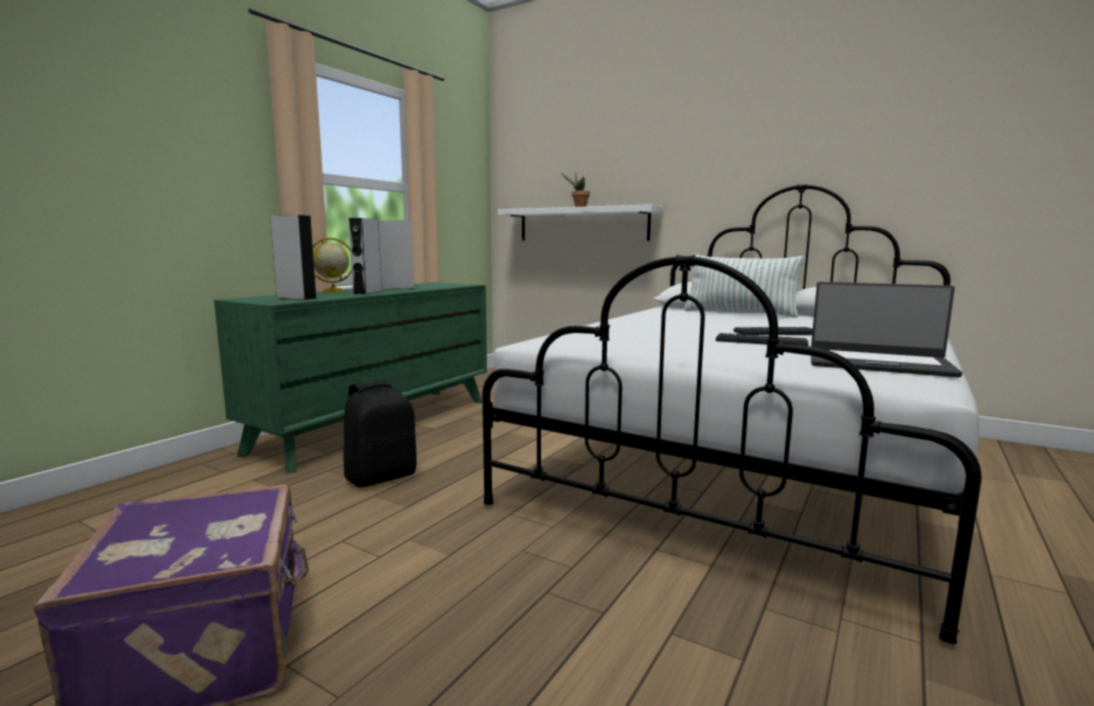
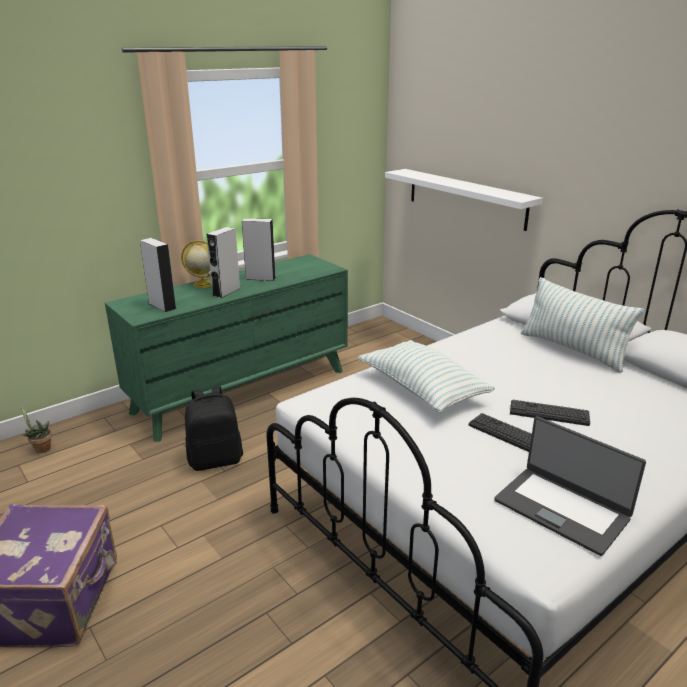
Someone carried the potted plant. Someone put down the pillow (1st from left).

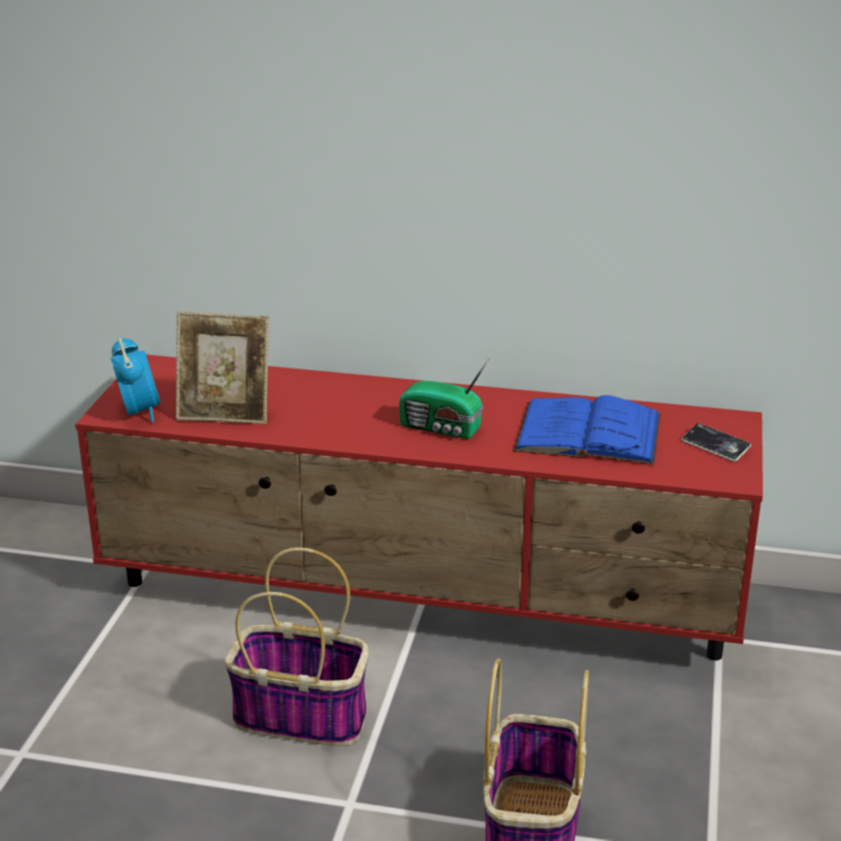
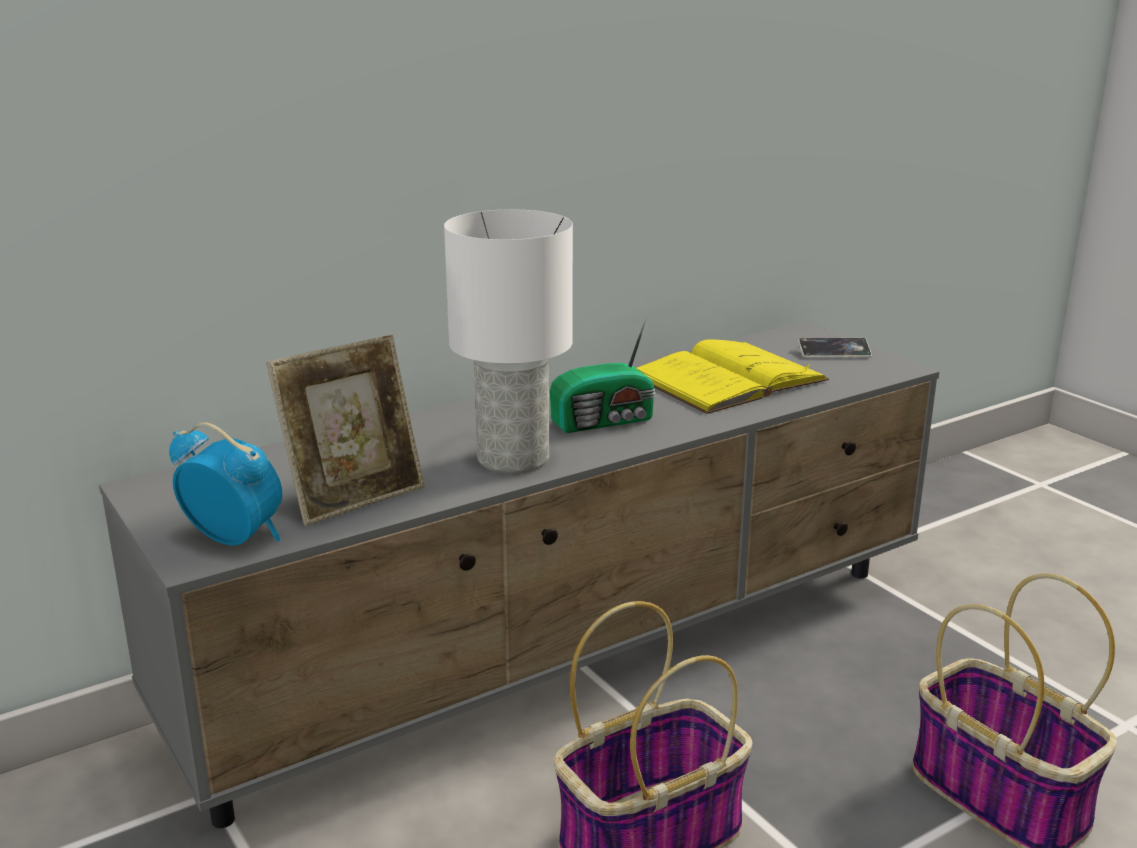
Someone repainted the red tv stand, which became the grey tv stand. Someone put down the white table lamp. Someone repainted the blue book, which became the yellow book.

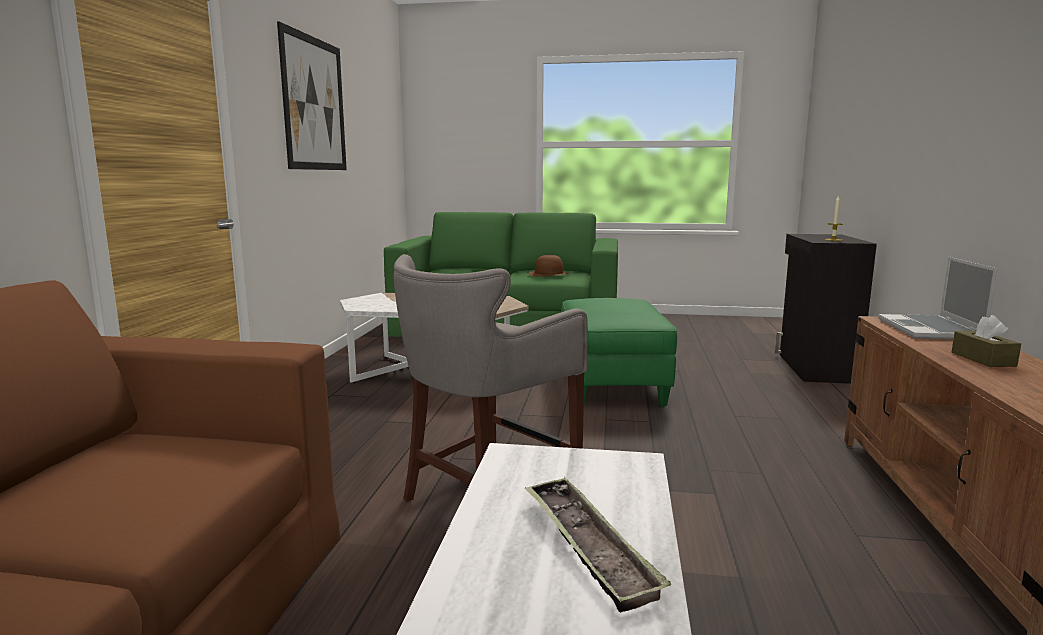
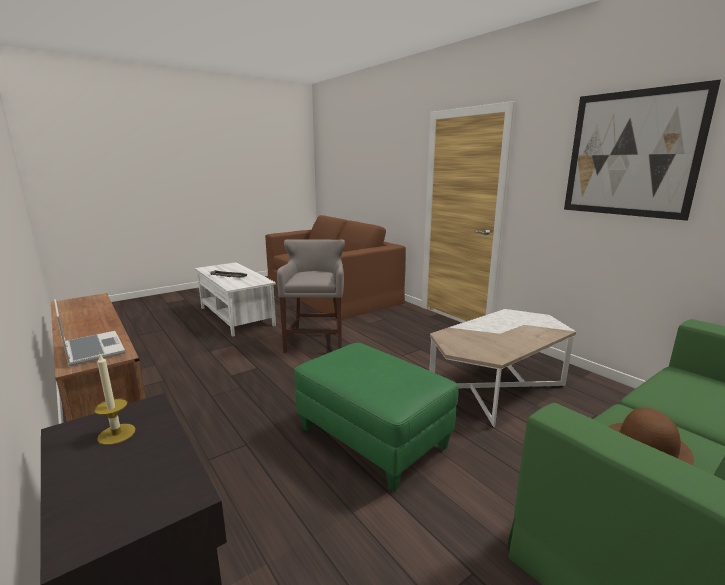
Someone took away the brown tissue box.

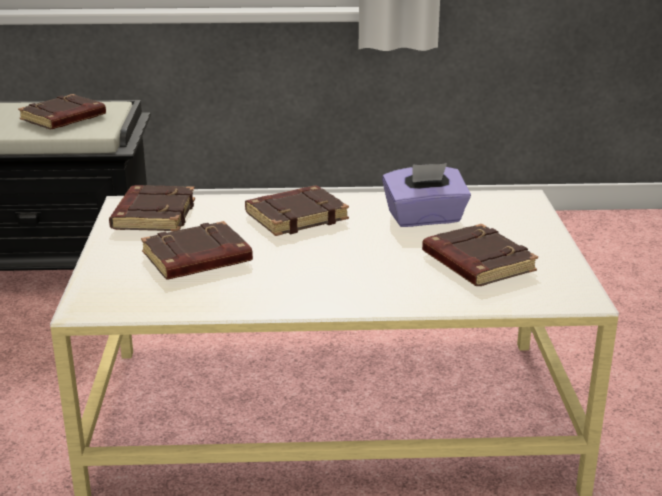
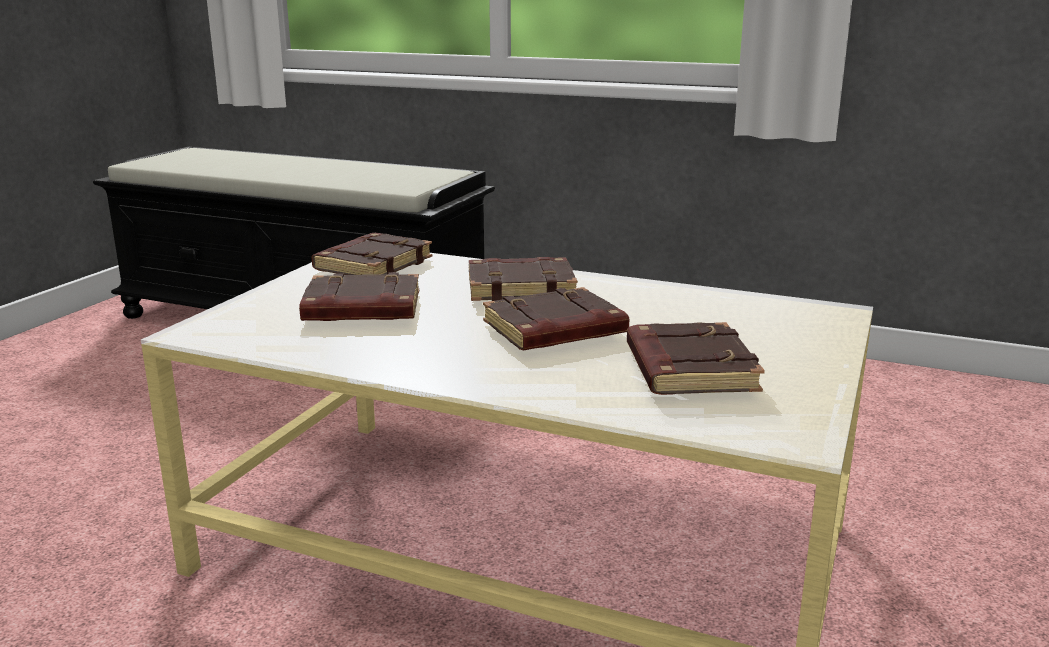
Someone carried the brown book (1st from left in the first image). Someone took away the purple tissue box.

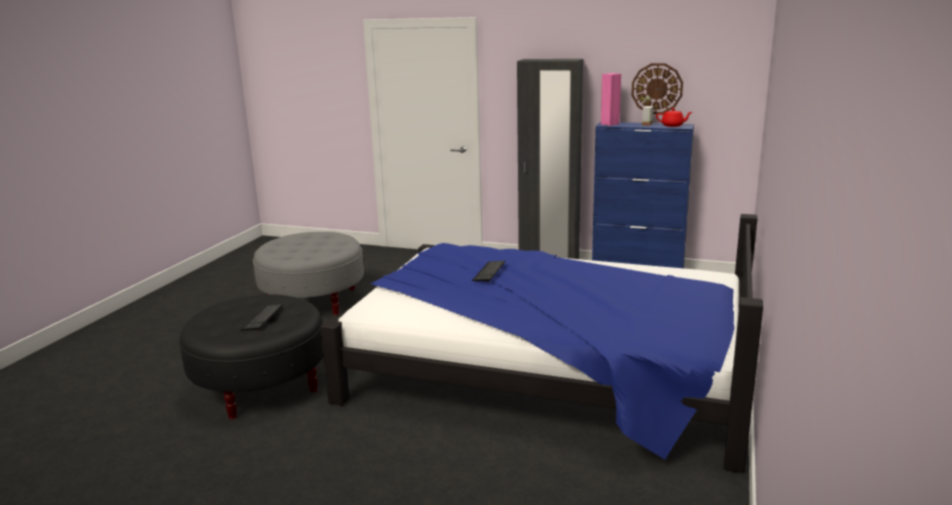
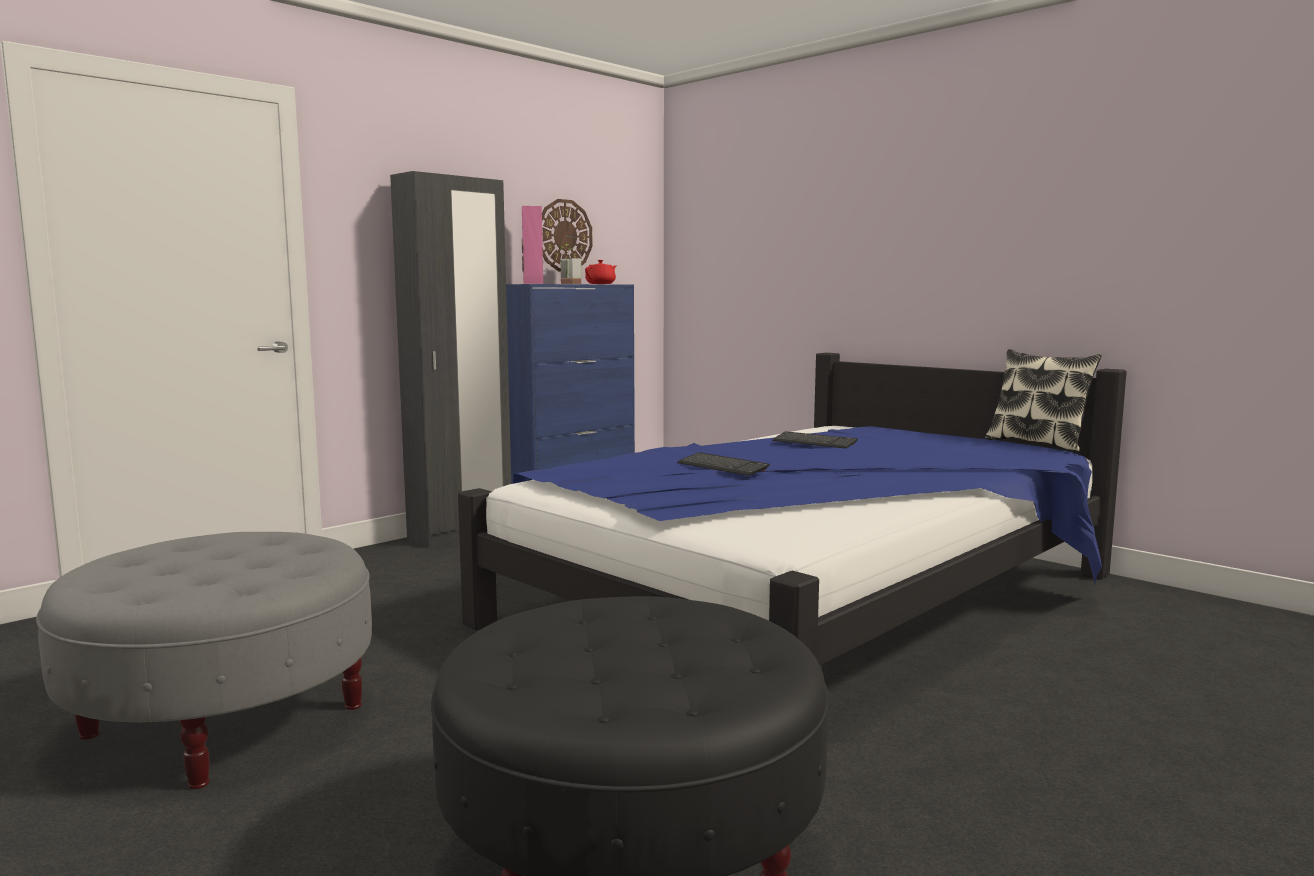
Someone carried the keyboard (1st from left in the first image). Someone put down the pillow.

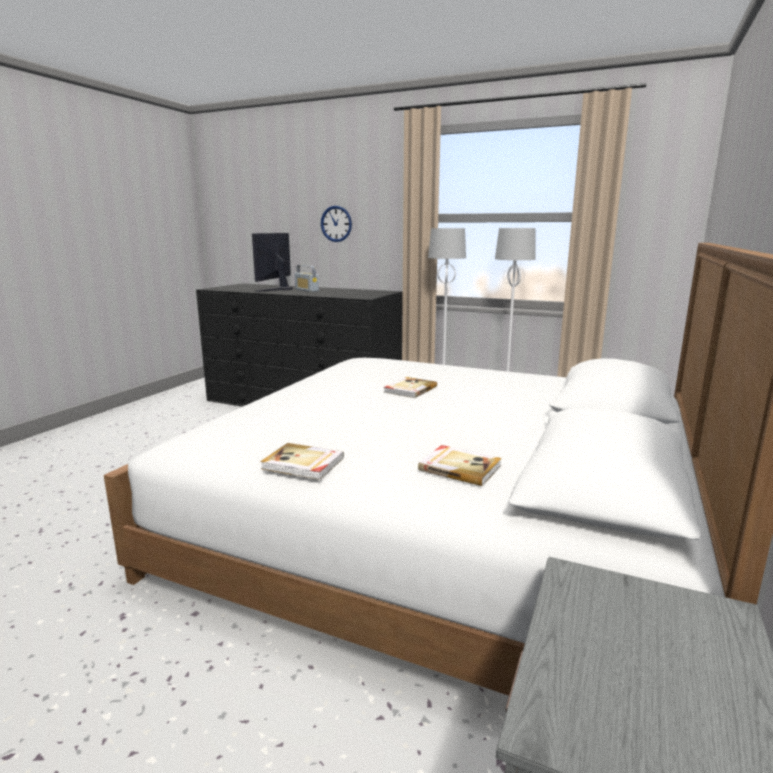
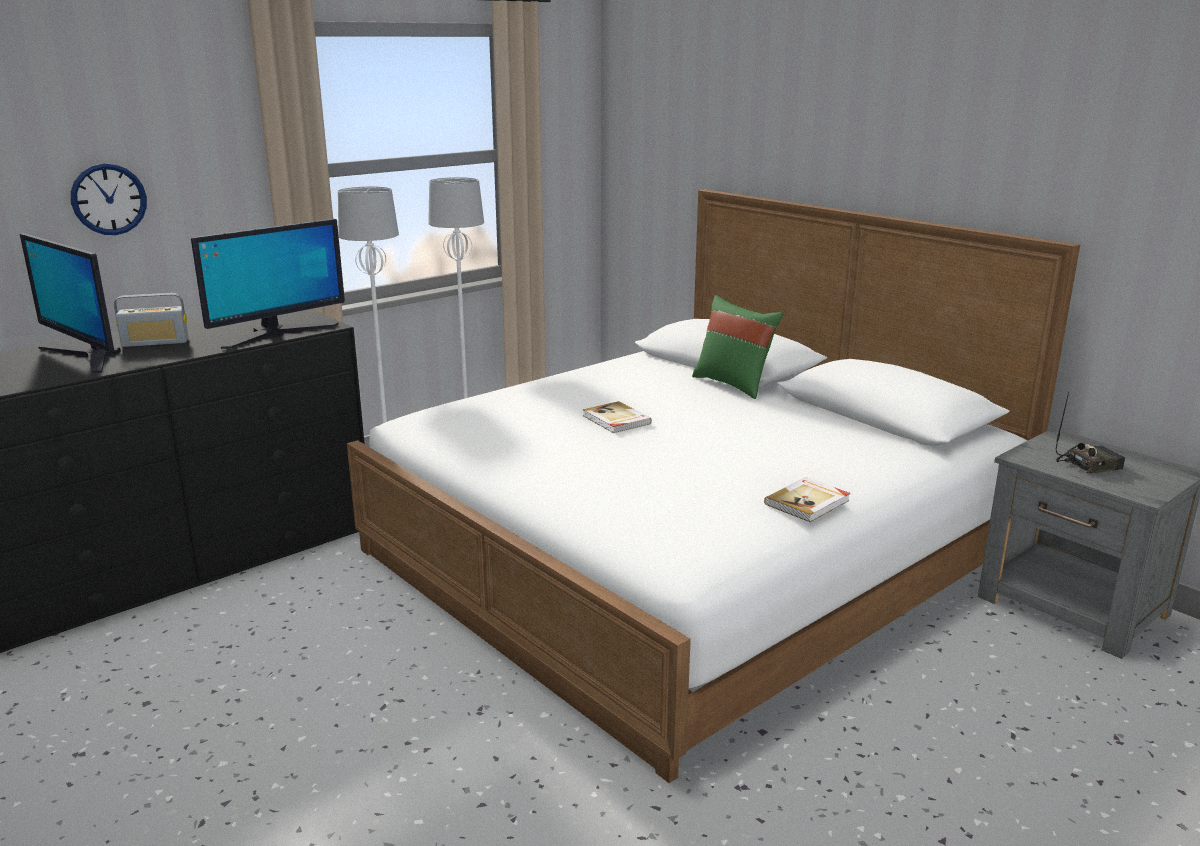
Someone put down the monitor (2nd from left). Someone put down the green pillow. Someone put down the radio (2nd from left). Someone took away the book (3rd from left).

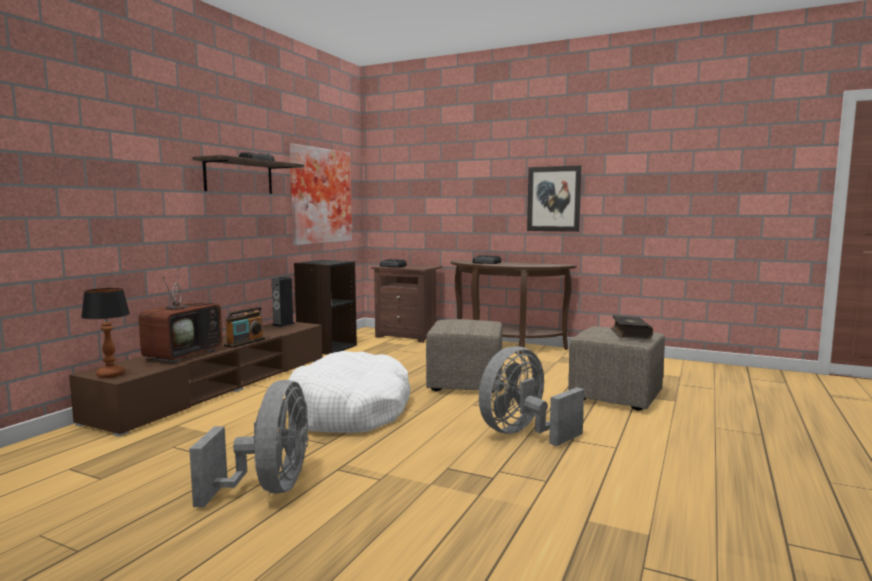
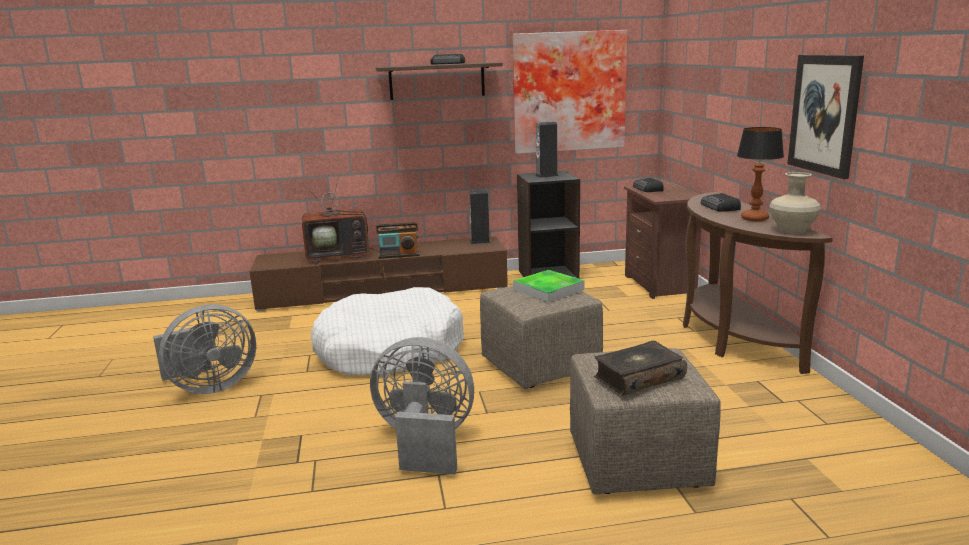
Someone put down the tray. Someone put down the speaker (2nd from left). Someone carried the table lamp. Someone put down the beige vase.

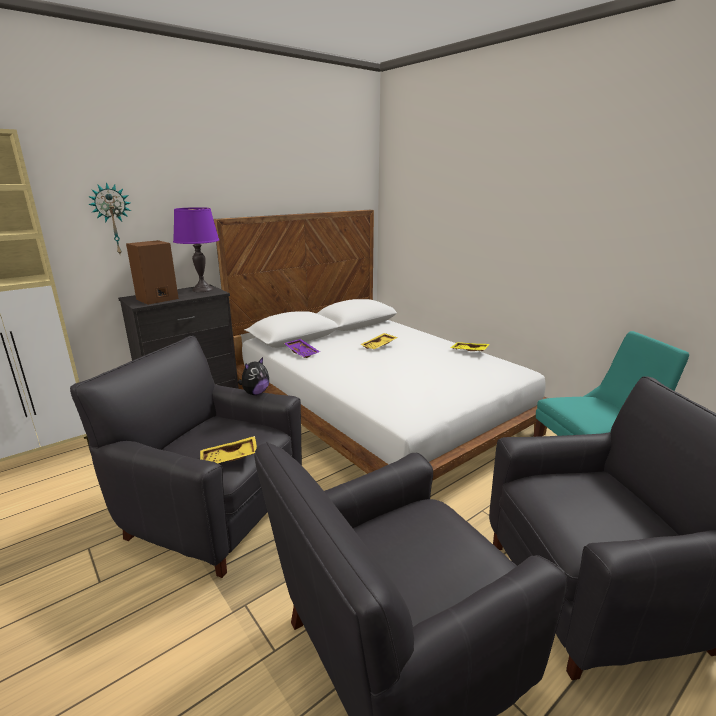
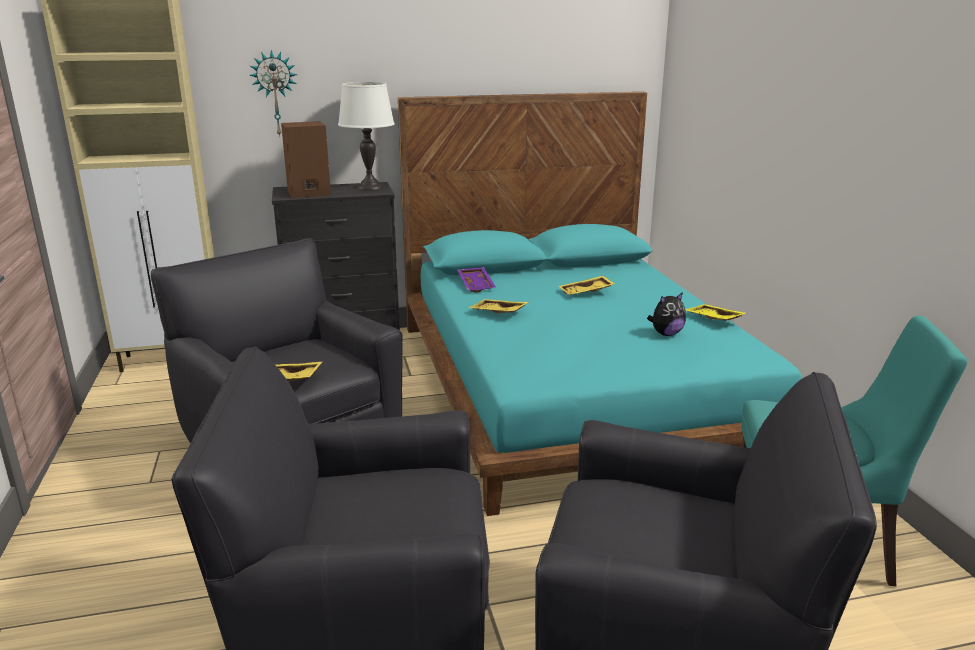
Someone repainted the purple table lamp, which became the white table lamp. Someone repainted the white bed, which became the turquoise bed. Someone put down the yellow tray (2nd from left). Someone carried the plush toy.

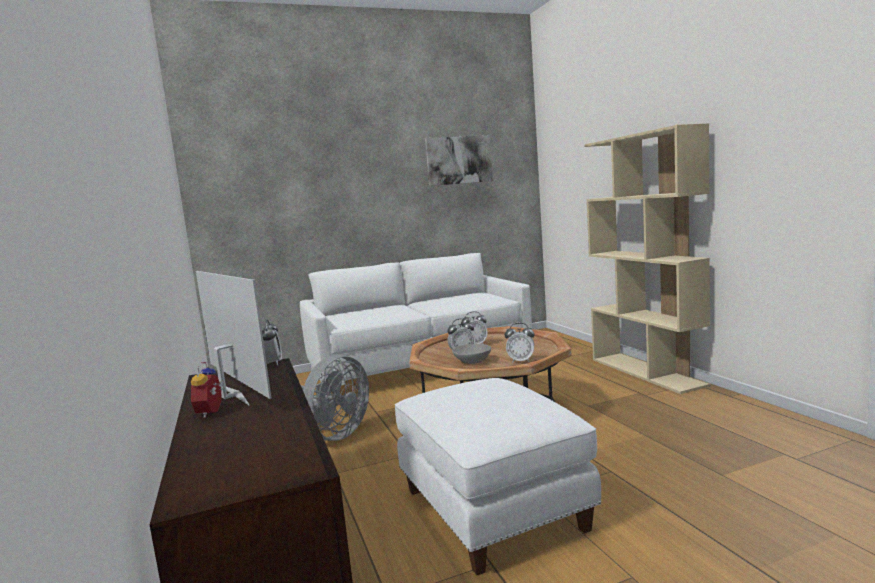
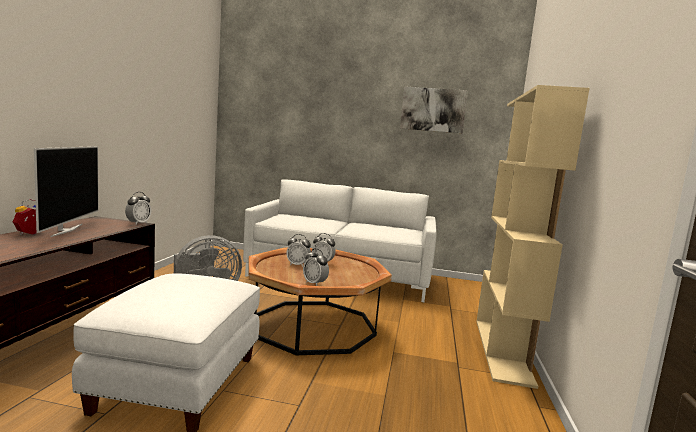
Someone took away the grey bowl.

